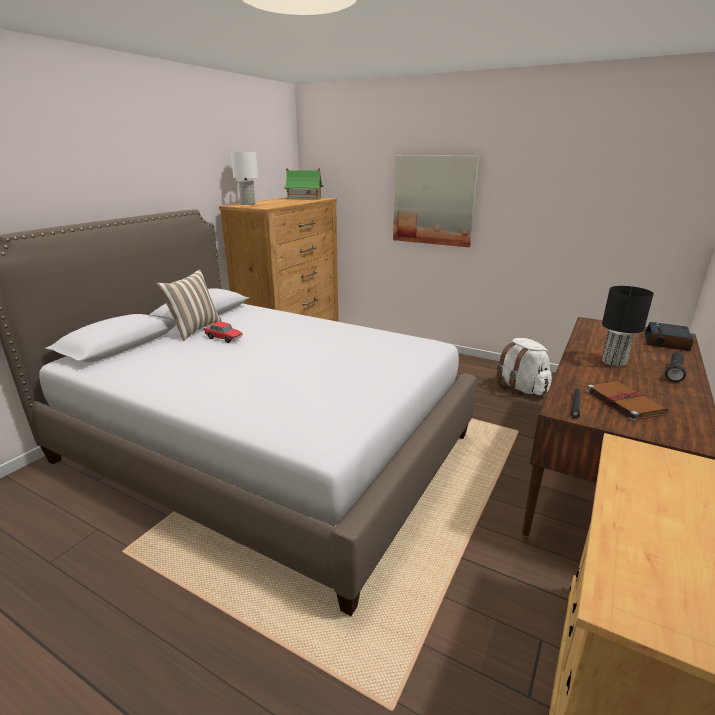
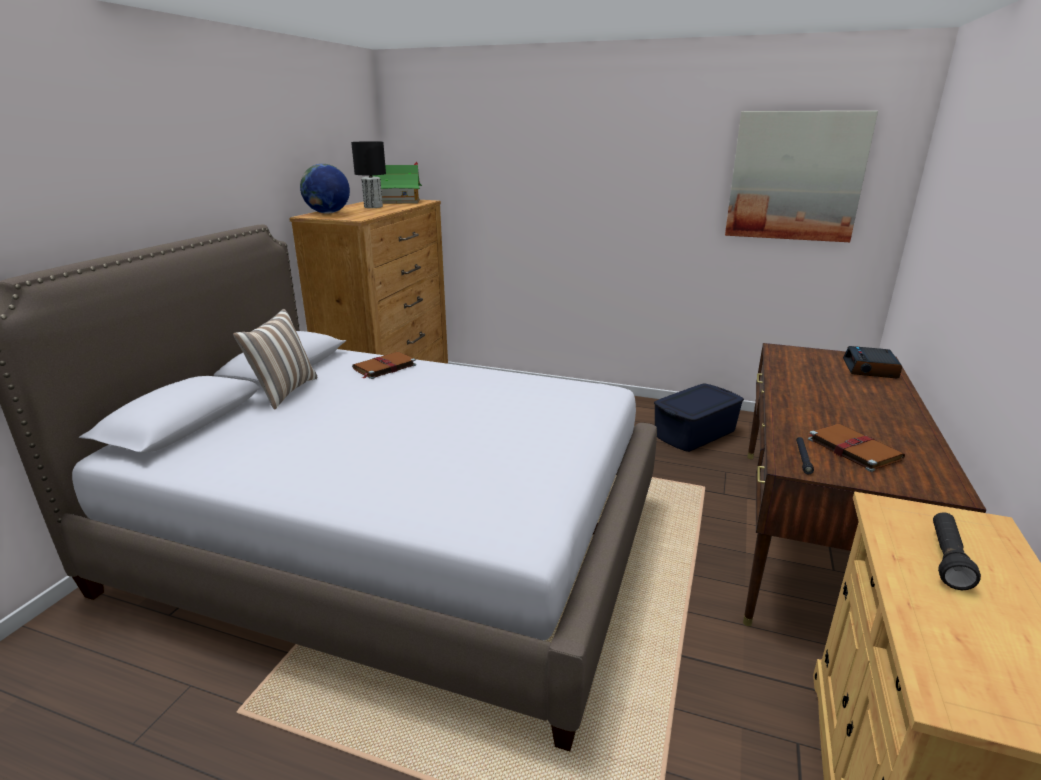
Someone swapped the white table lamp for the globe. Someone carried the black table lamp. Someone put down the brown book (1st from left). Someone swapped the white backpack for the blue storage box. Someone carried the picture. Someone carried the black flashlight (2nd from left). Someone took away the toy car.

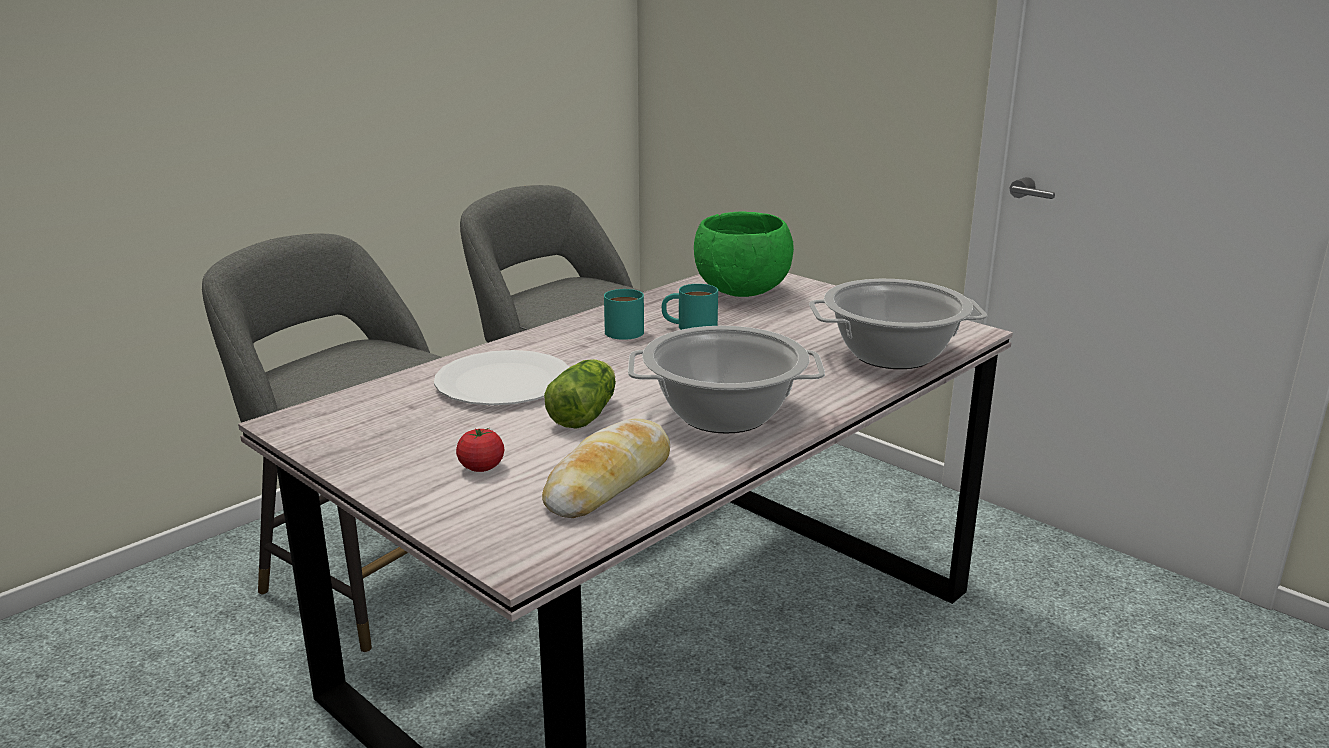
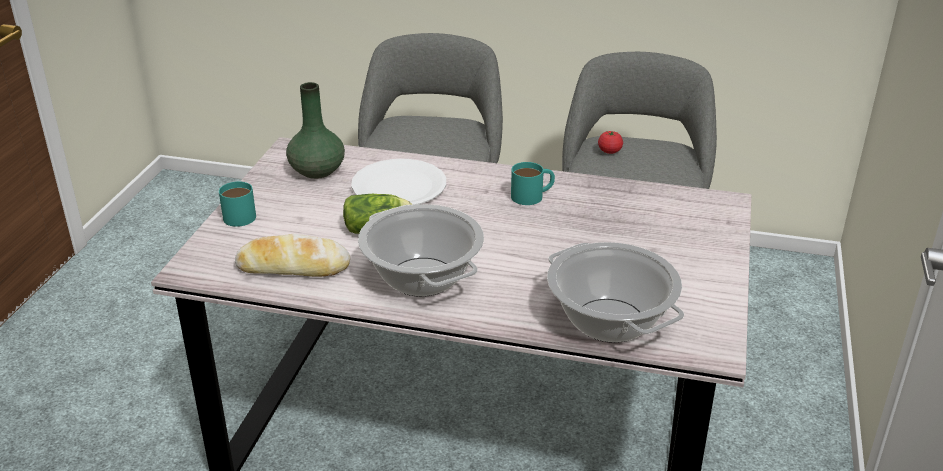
Someone carried the turquoise mug (2nd from left in the first image). Someone put down the green vase. Someone carried the tomato. Someone took away the green bowl.

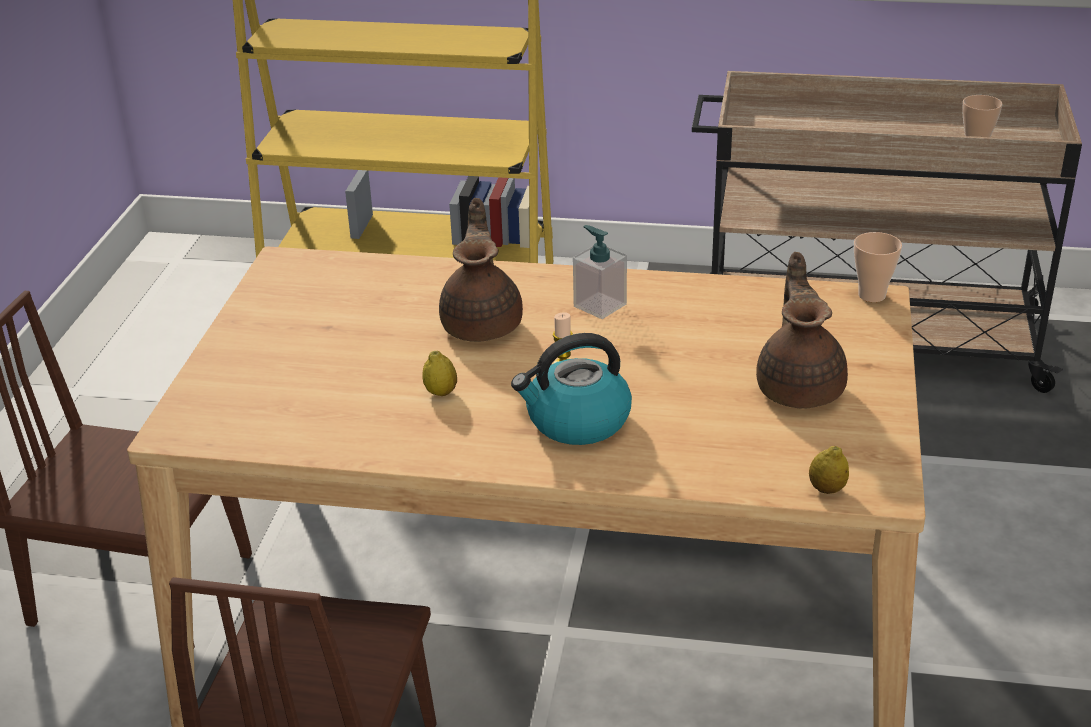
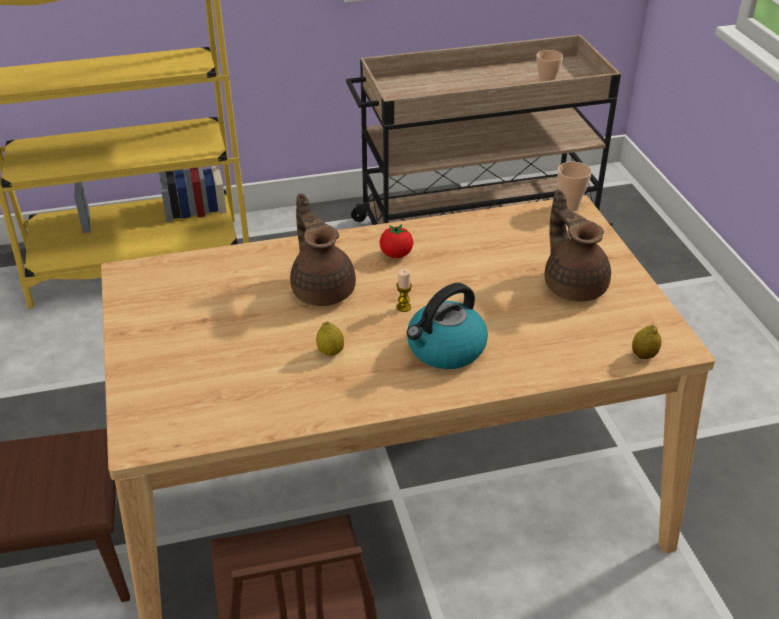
Someone swapped the soap dispenser for the tomato.

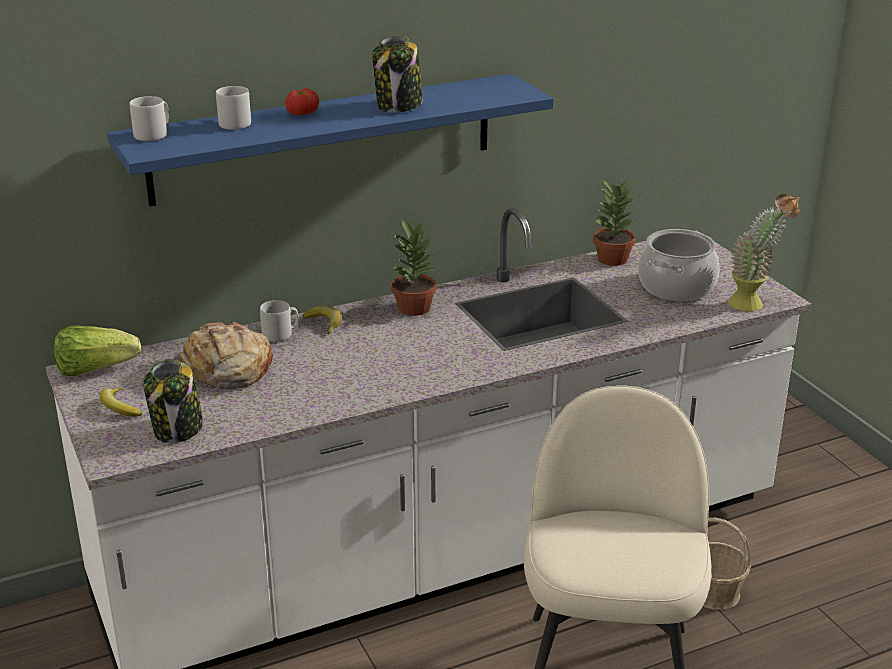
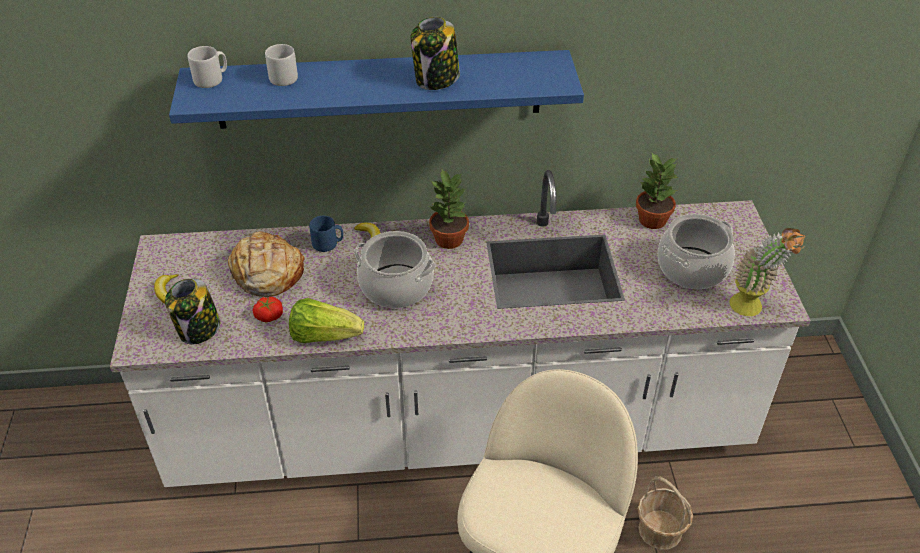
Someone carried the tomato. Someone carried the lettuce. Someone repainted the grey mug (3rd from left), which became the blue mug. Someone put down the cooking pot (1st from left).

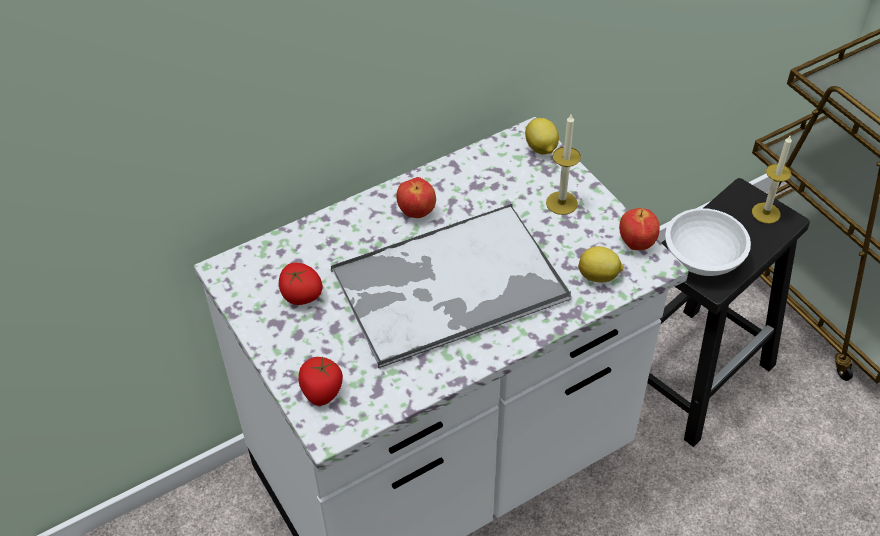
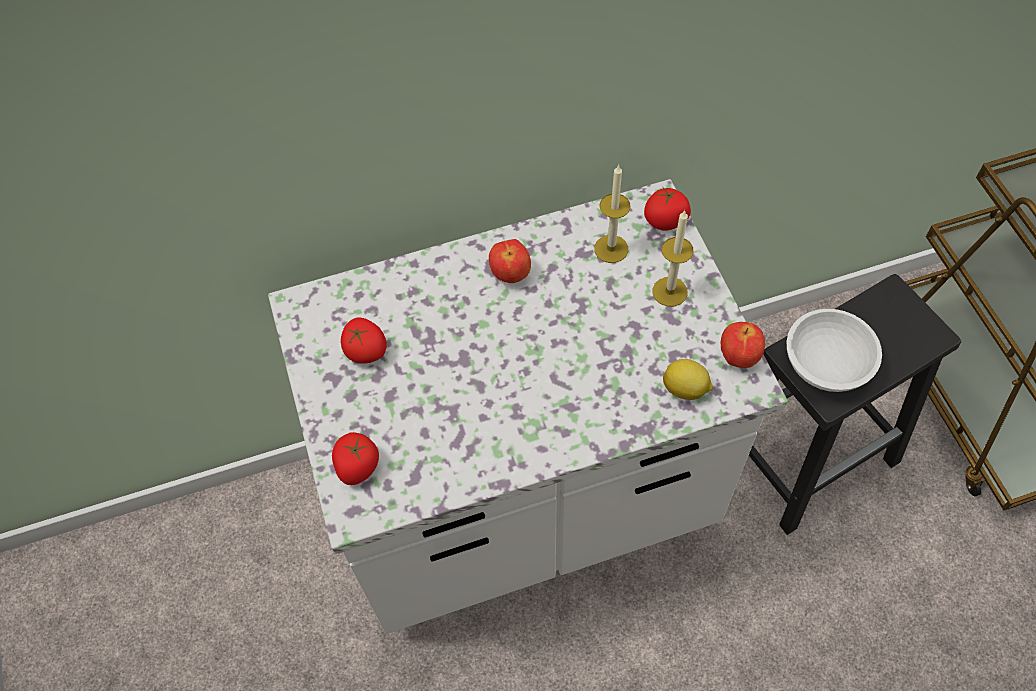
Someone carried the candle (2nd from left in the first image). Someone swapped the lemon (1st from left) for the tomato (3rd from left). Someone took away the tray.

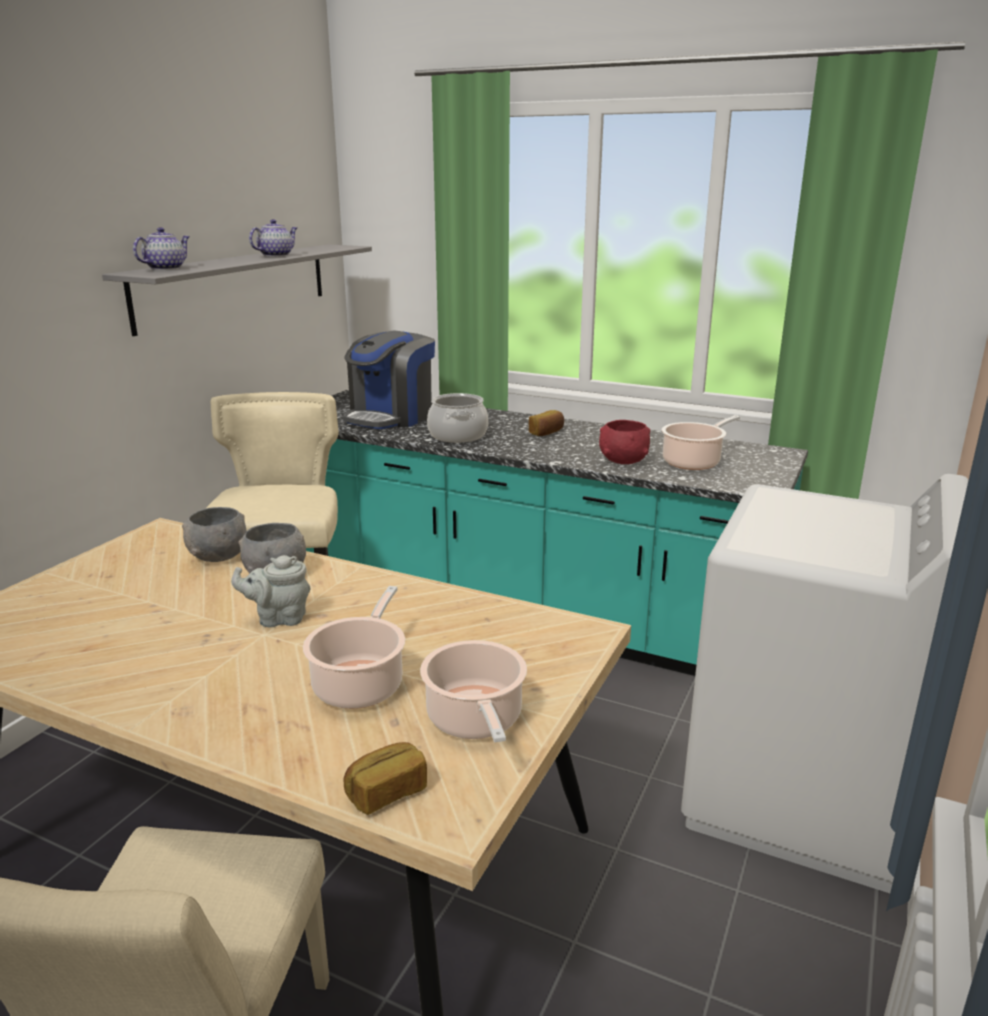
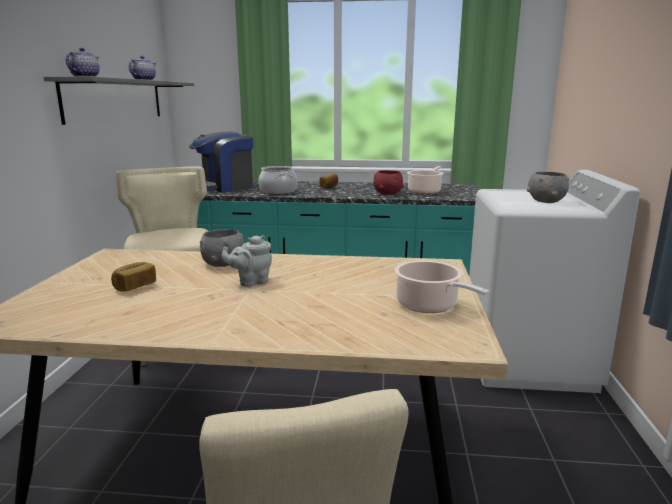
Someone carried the bread (1st from left). Someone rotated the coffee machine by 45 degrees clockwise. Someone carried the grey bowl (1st from left in the first image). Someone took away the cooking pot (1st from left).

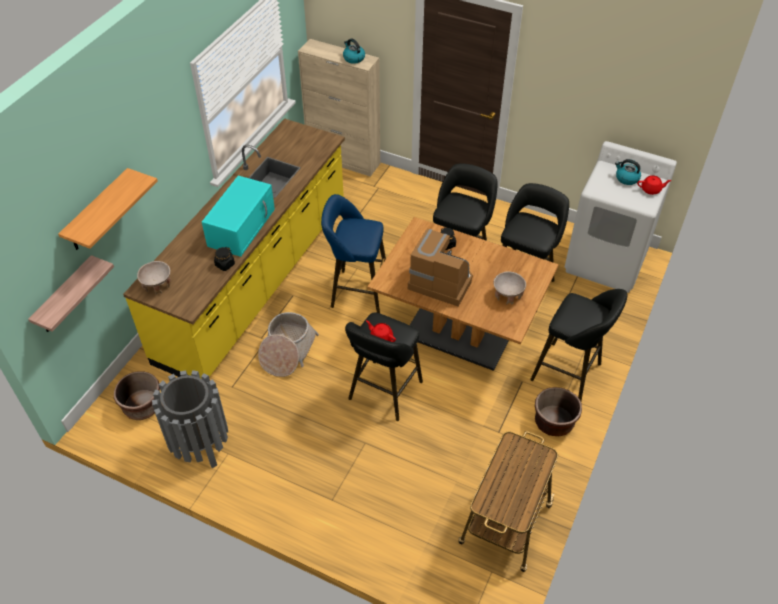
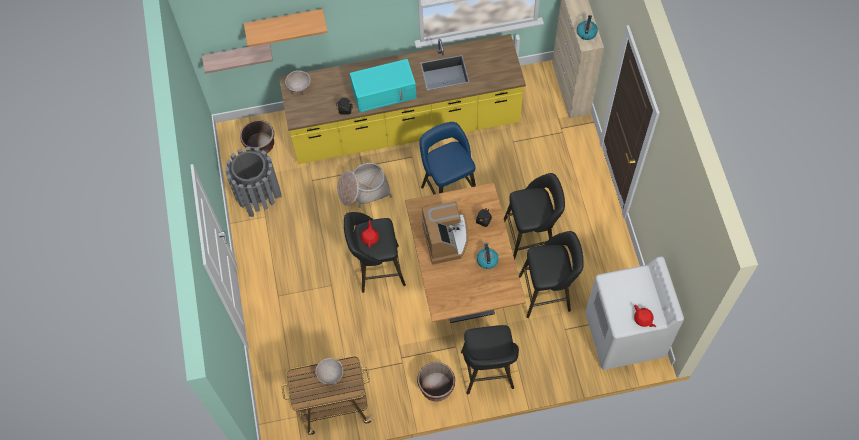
Someone carried the beige bowl (2nd from left). Someone carried the kettle (2nd from left in the first image).

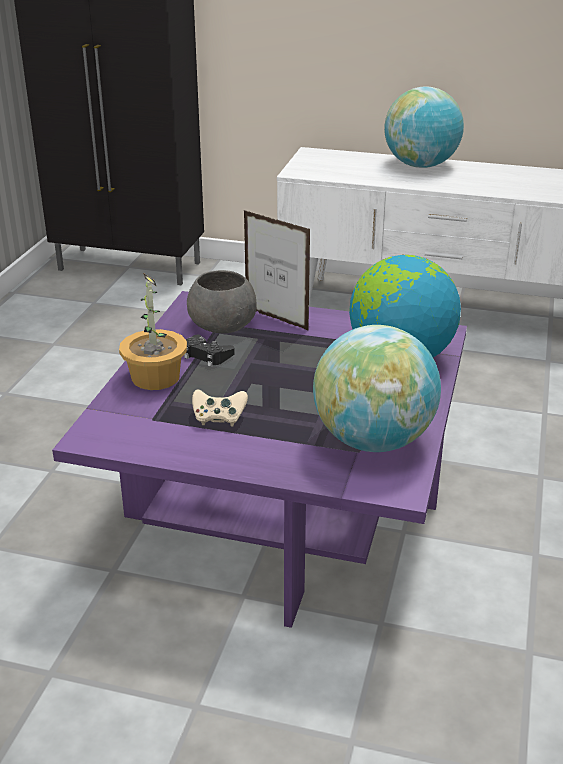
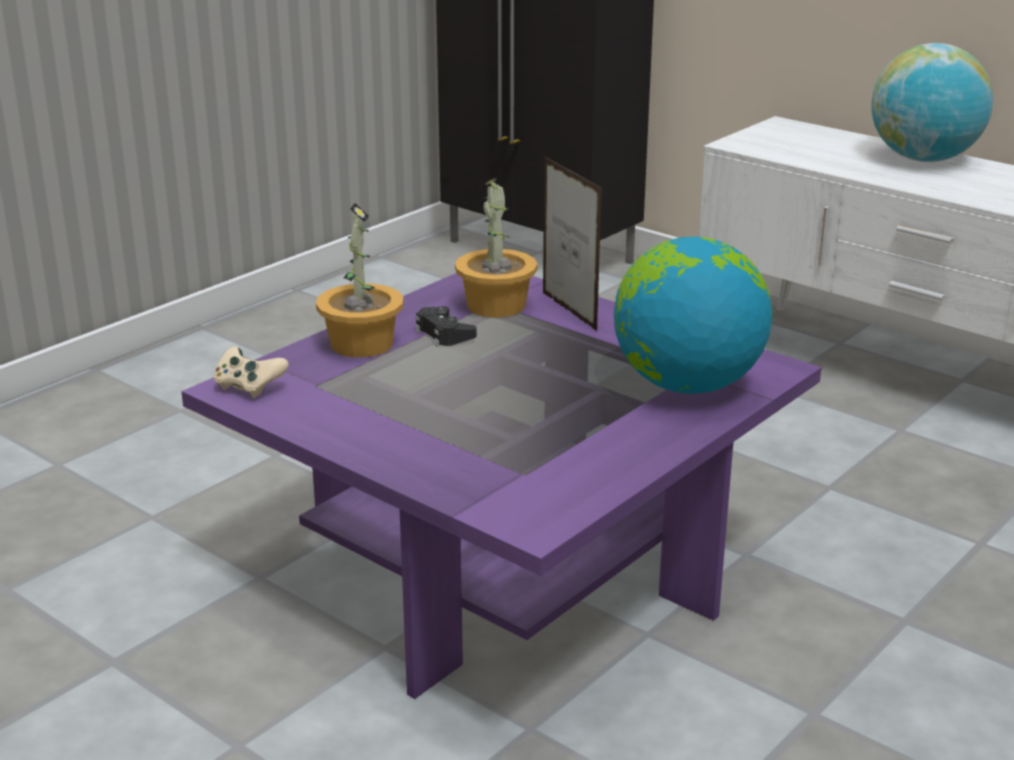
Someone carried the beige game controller. Someone swapped the grey bowl for the potted plant (2nd from left). Someone took away the globe (1st from left).

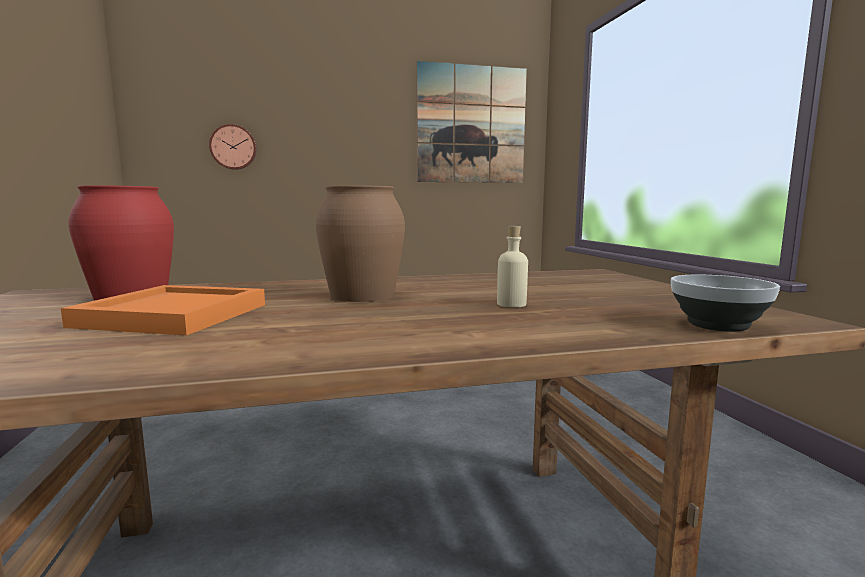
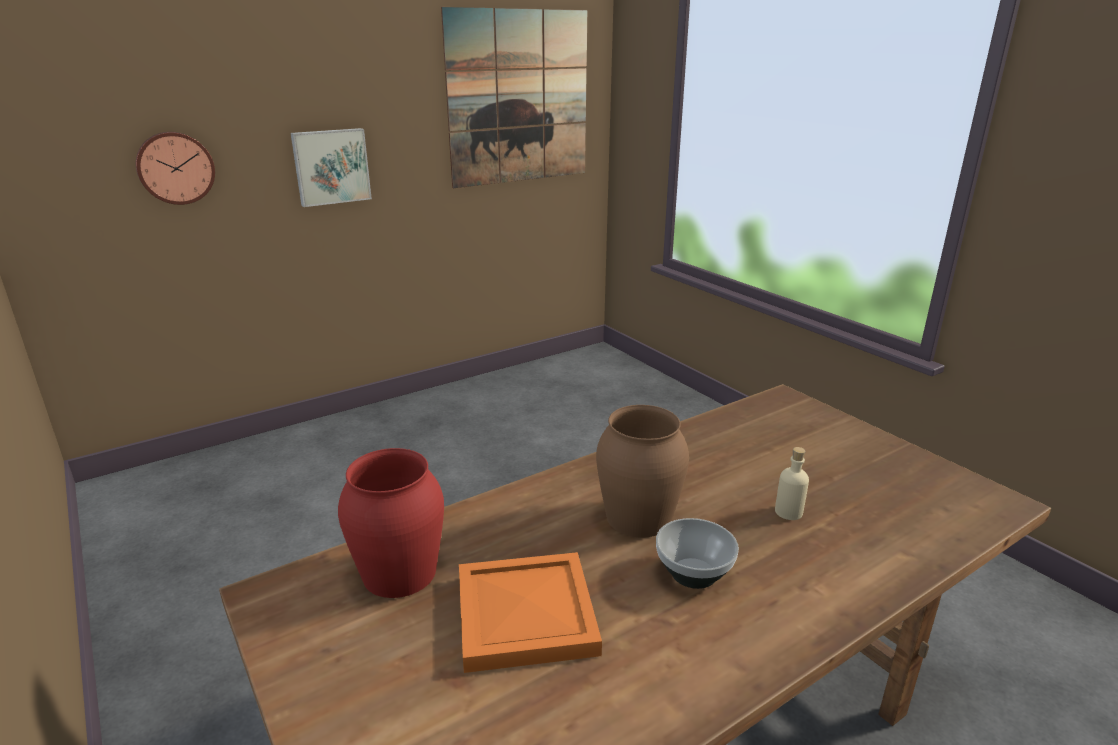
Someone put up the picture (1st from left). Someone carried the bowl.

